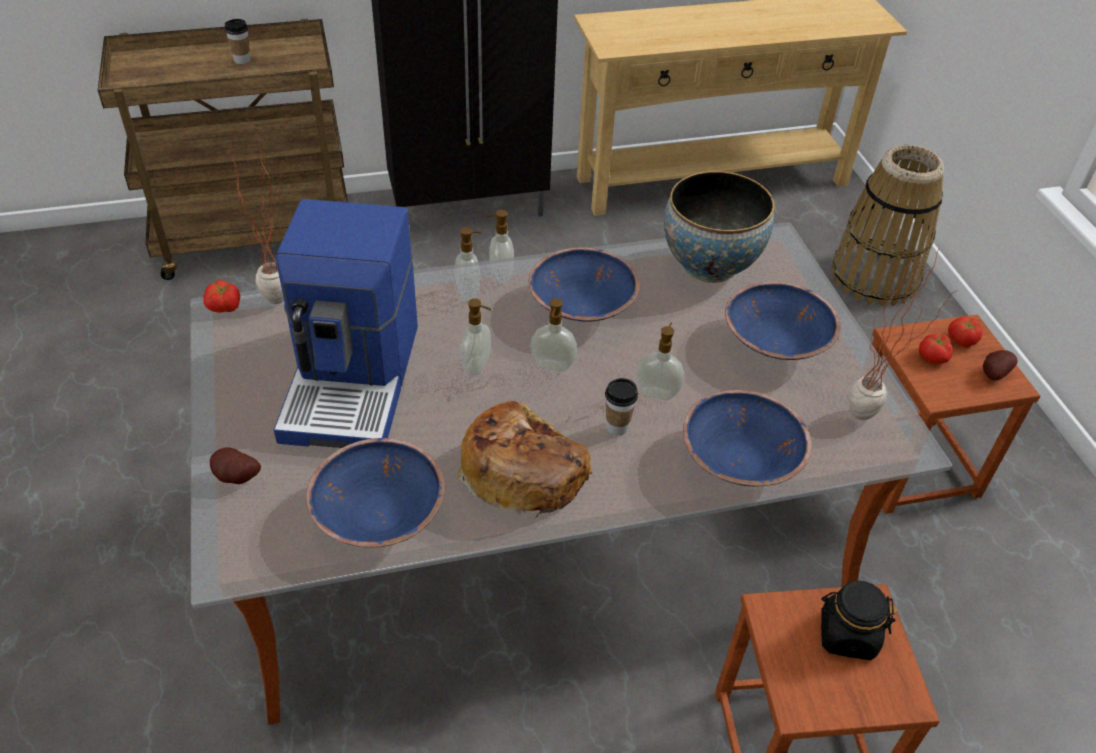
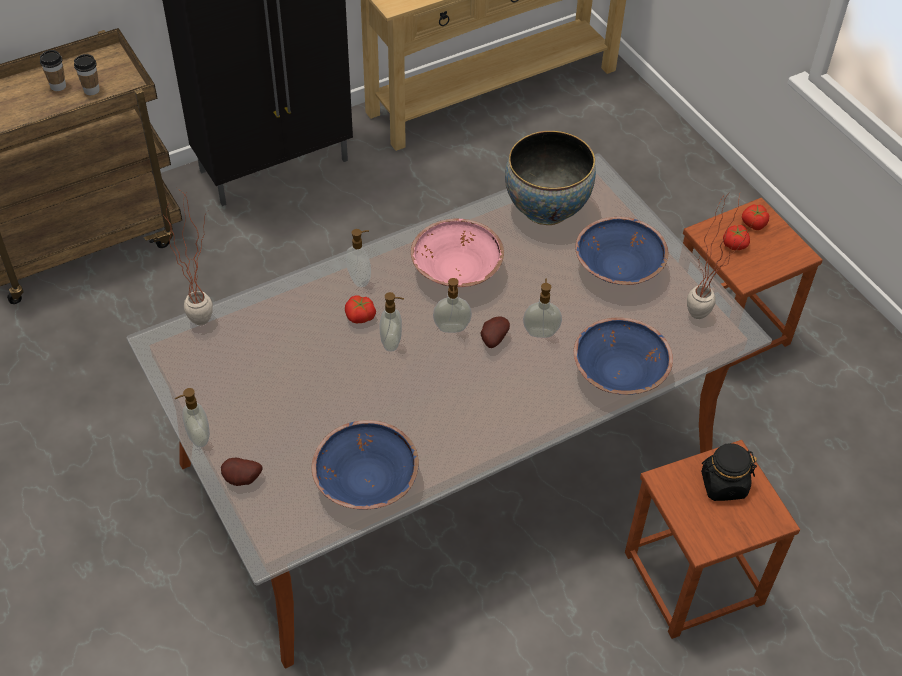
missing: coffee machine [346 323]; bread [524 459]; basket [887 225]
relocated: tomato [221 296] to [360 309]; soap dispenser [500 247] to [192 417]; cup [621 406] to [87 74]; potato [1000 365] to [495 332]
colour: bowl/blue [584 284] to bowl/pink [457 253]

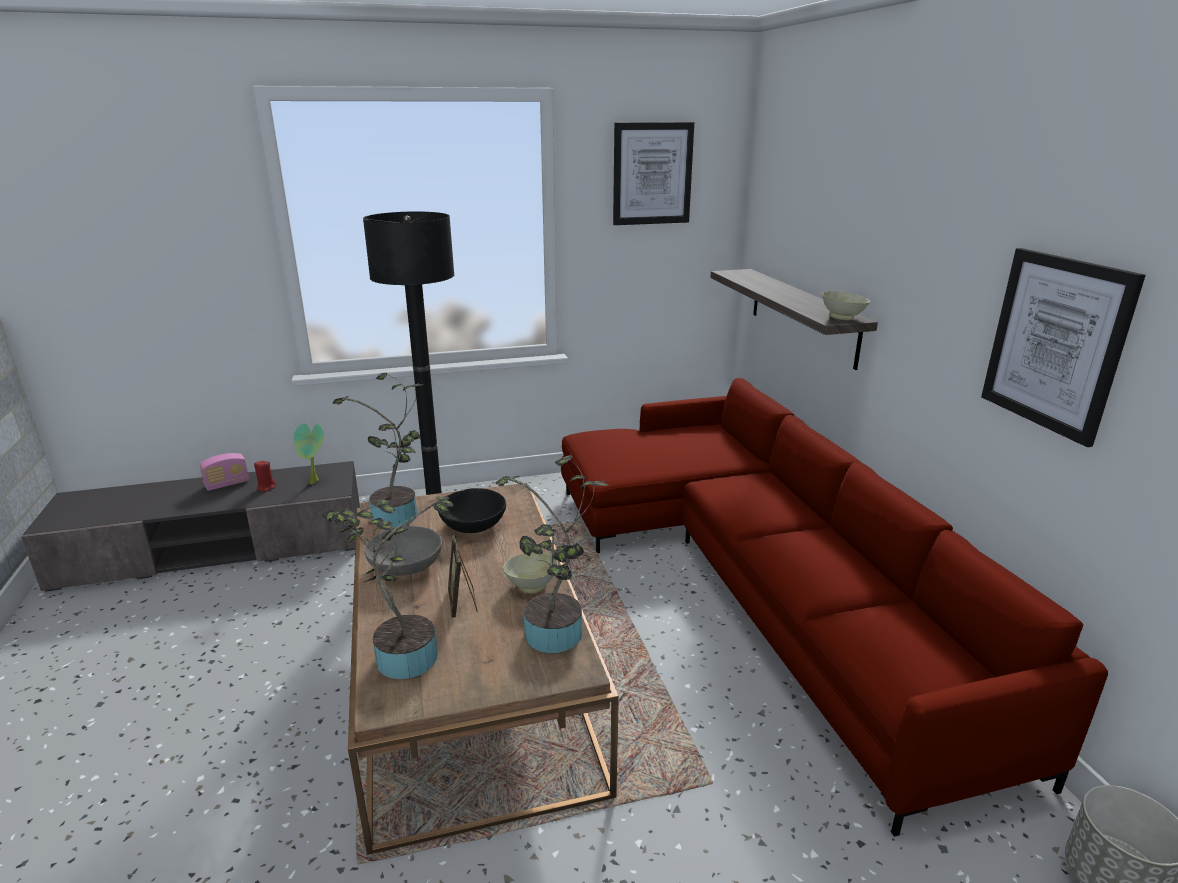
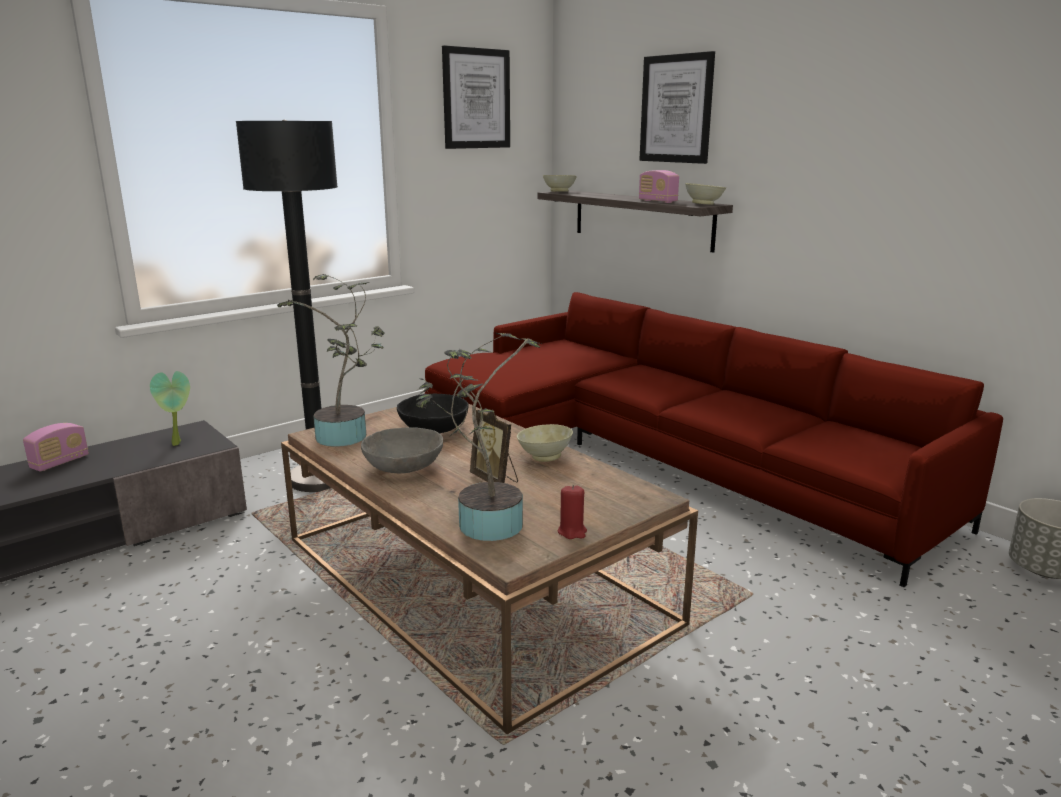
missing: potted plant [552 554]
appeared: bowl/beige [560 183]; radio [659 186]
relocated: candle/red [265 476] to [572 512]; picture [1063 347] to [677 107]

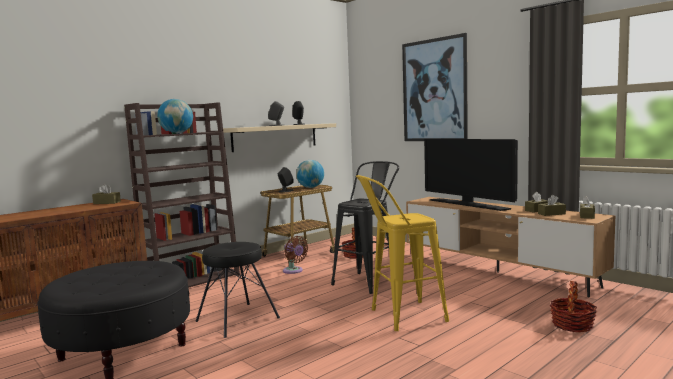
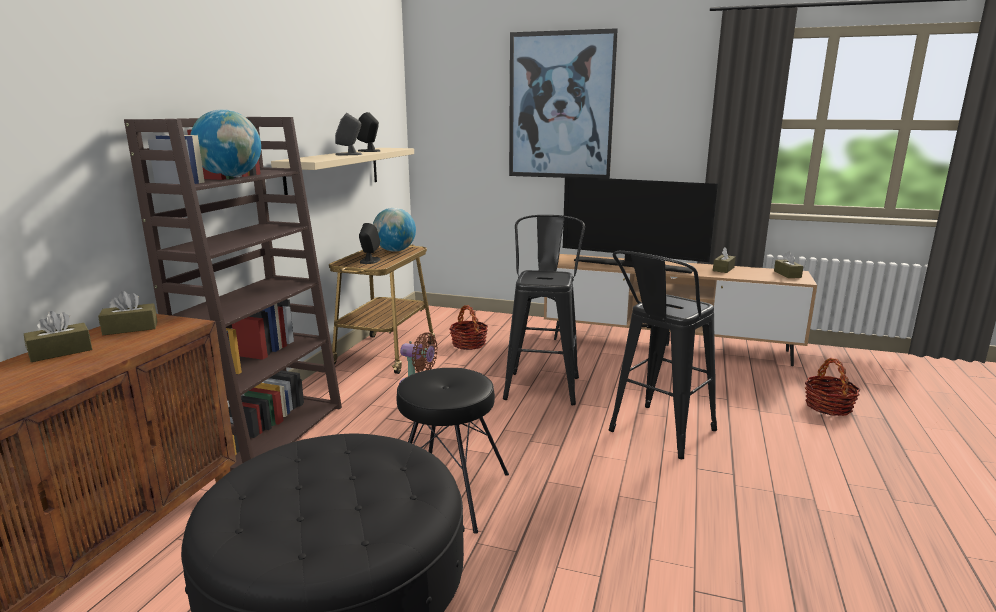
relocated: tissue box/brown [552 205] to [58 336]
colour: stool/yellow [402 253] to stool/black [663 355]

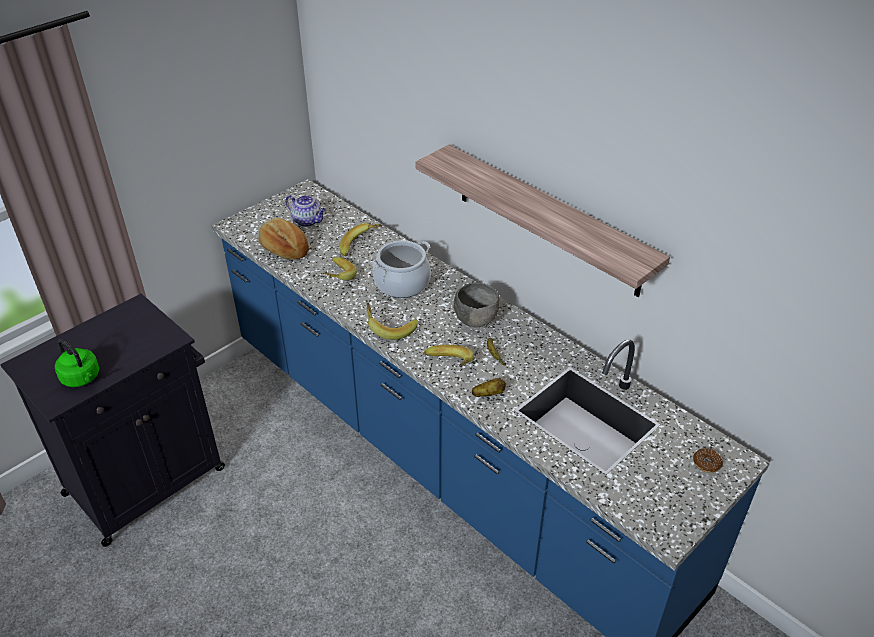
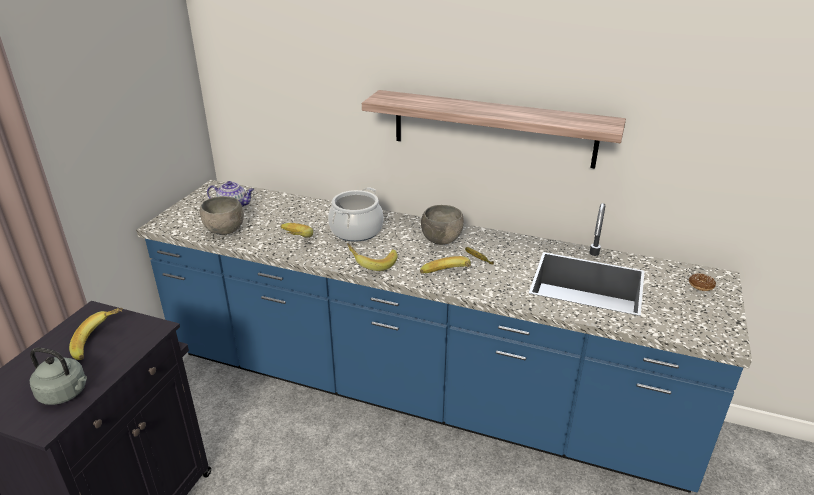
missing: potato [489 387]
relocated: banana [360 239] to [96 334]
exchanged: bread [283 239] to bowl/grey [222 215]
colour: kettle/green [77 363] to kettle/grey [58 376]

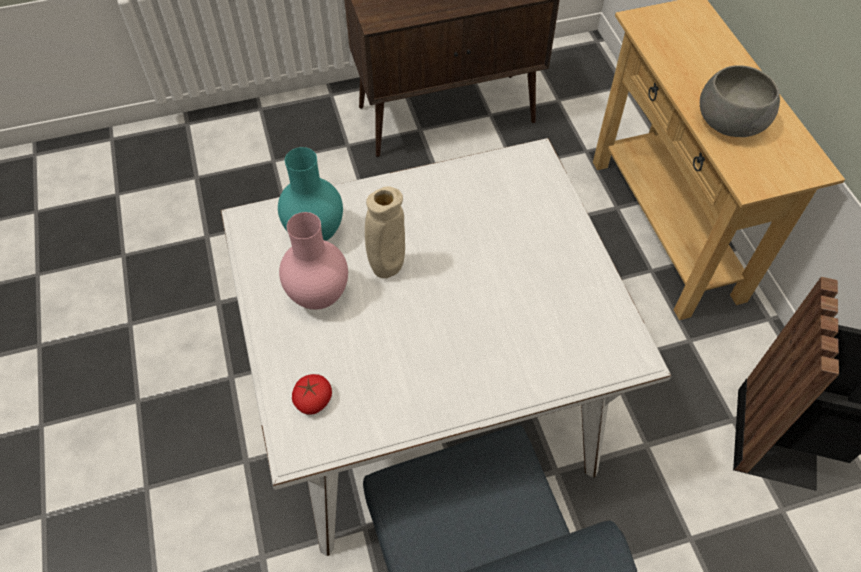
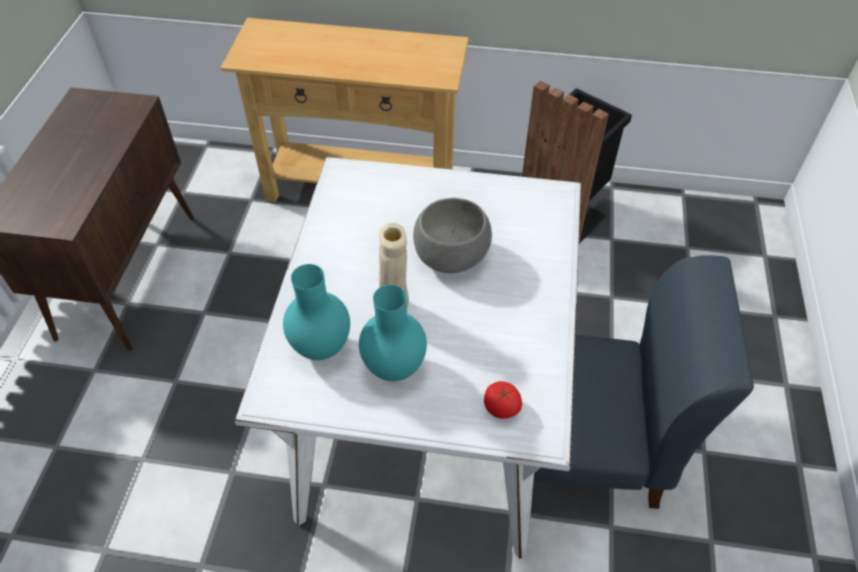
relocated: bowl/grey [740 101] to [452 235]
colour: vase/pink [313 261] to vase/turquoise [393 333]

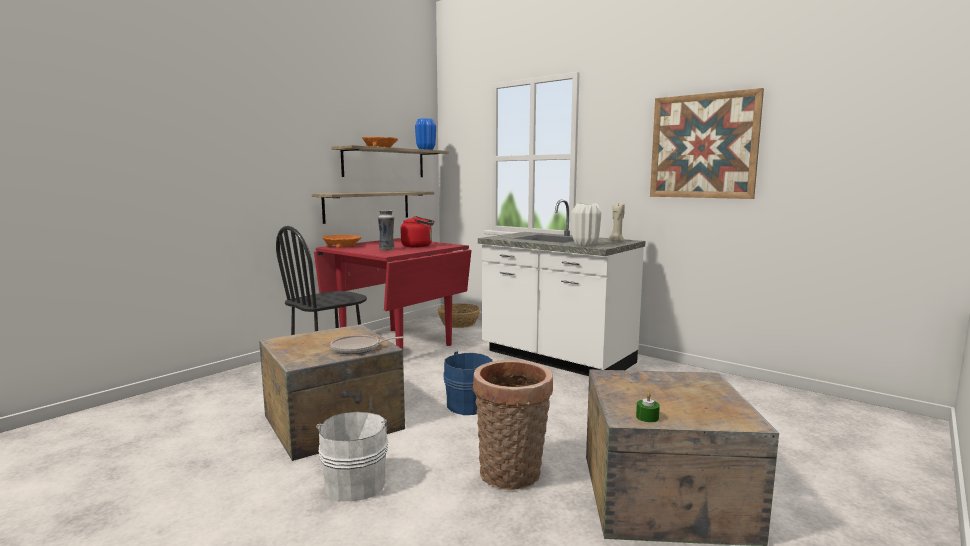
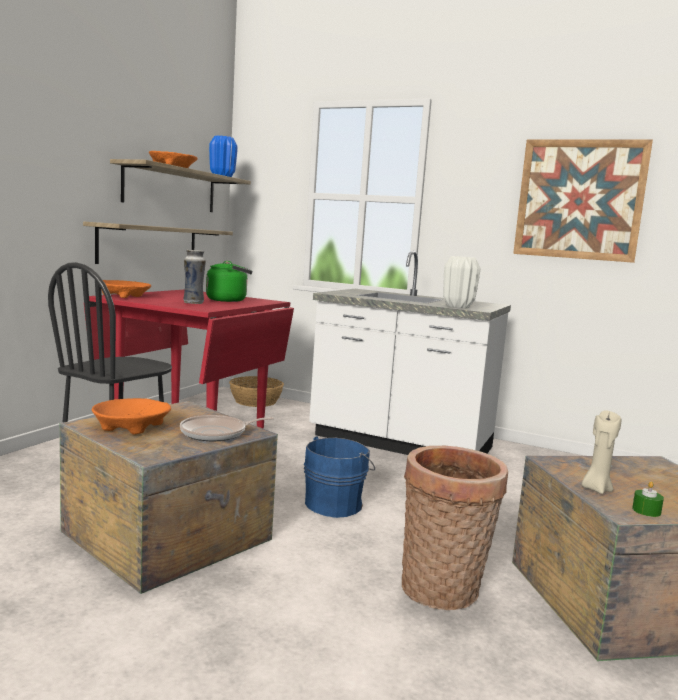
missing: bucket/white [353 456]
appeared: bowl/orange [131 416]
relocated: candle/beige [617 222] to [601 452]
colour: kettle/red [417 231] to kettle/green [229 281]

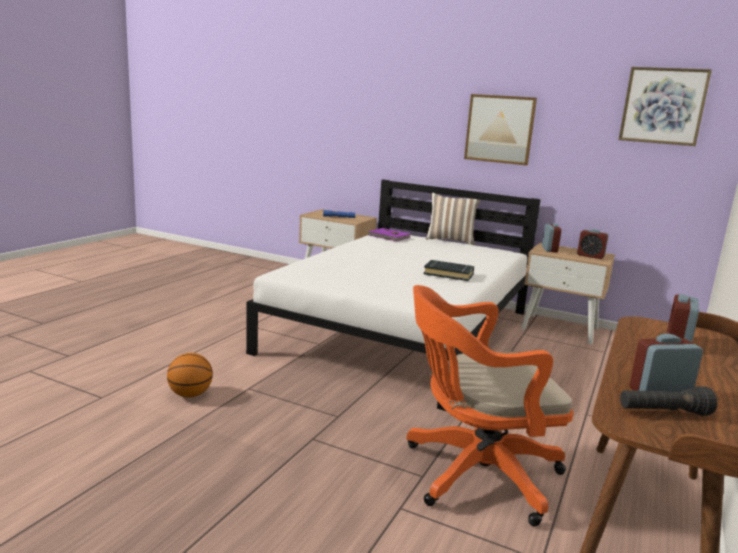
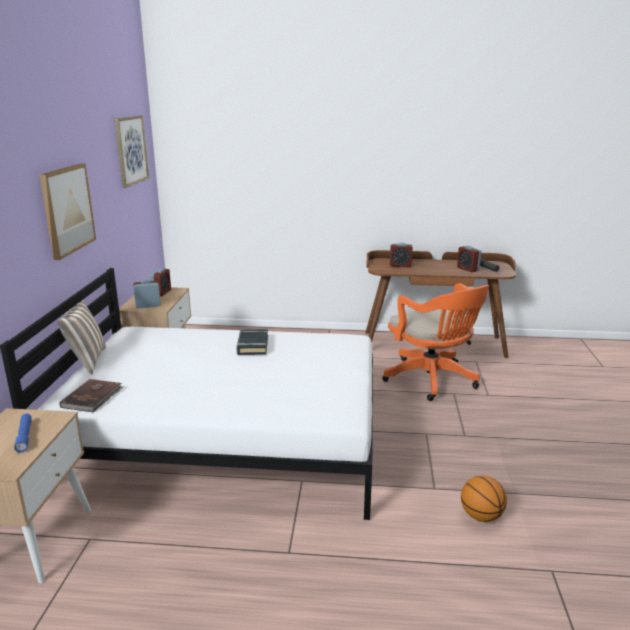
colour: book/purple [389 235] to book/brown [91 395]

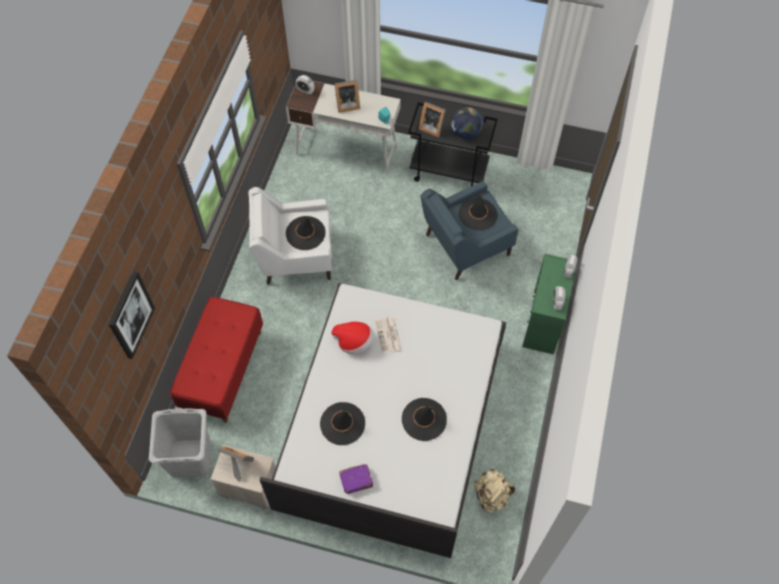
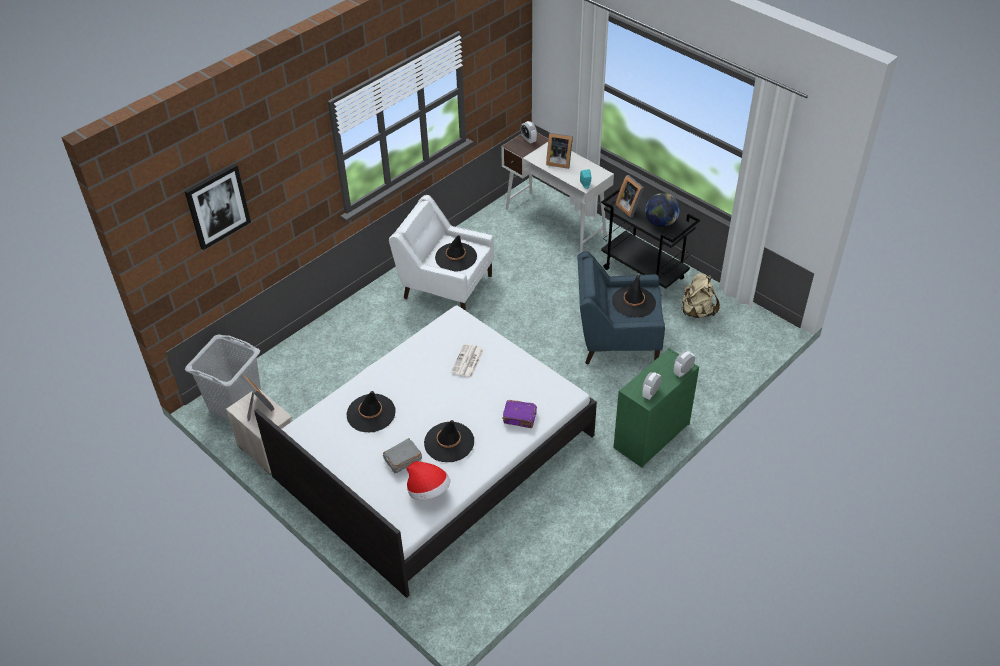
missing: bench/red [216 360]
appeared: book/grey [402 455]
relocated: hat [352 338] to [428 480]; book/purple [356 479] to [519 414]; backpack/beige [494 491] to [700 295]

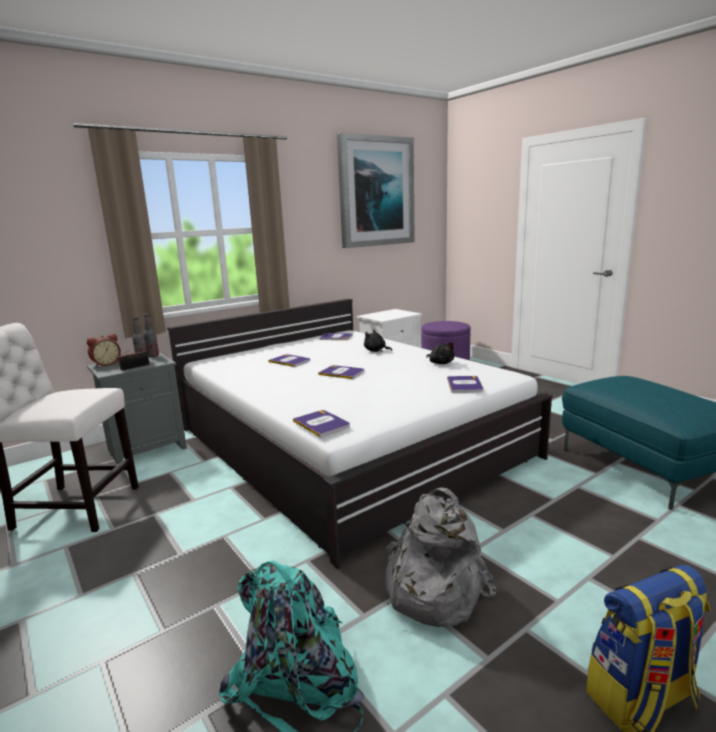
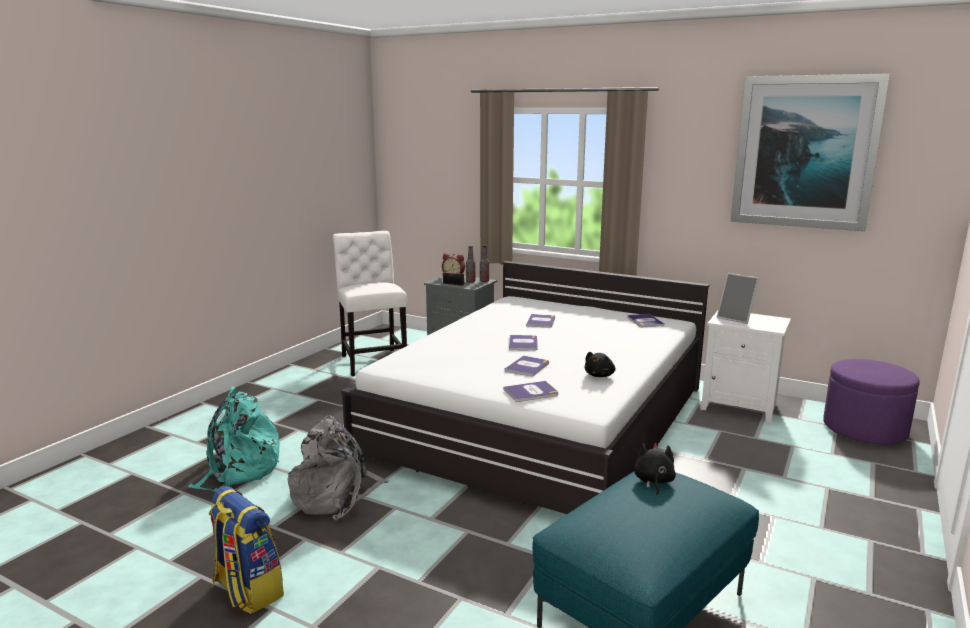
appeared: picture frame [738 298]
relocated: book [321 424] to [526 365]; plush toy/black [378 340] to [655 469]

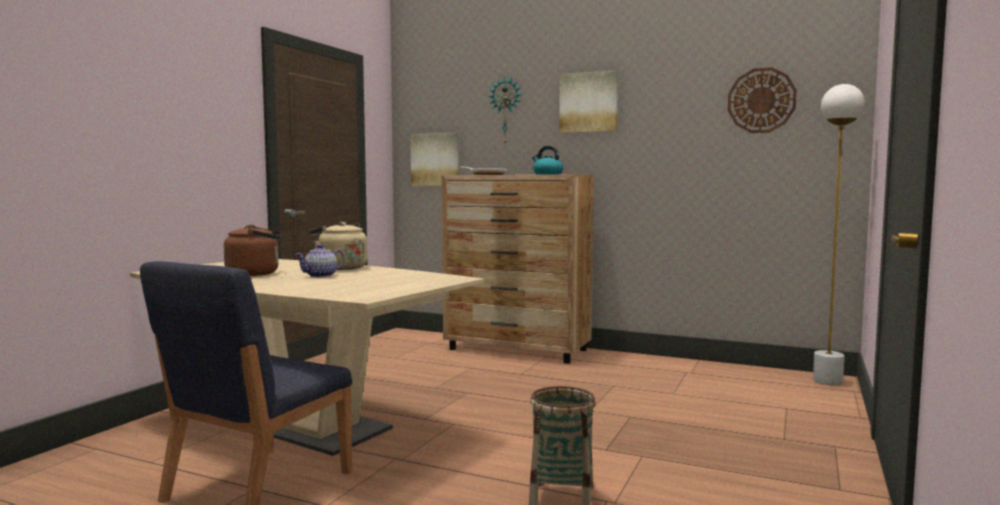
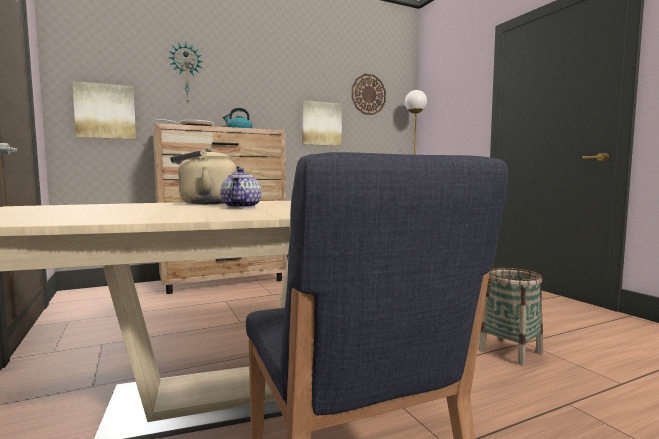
missing: kettle/brown [253 250]
relocated: picture [588 101] to [322 123]

